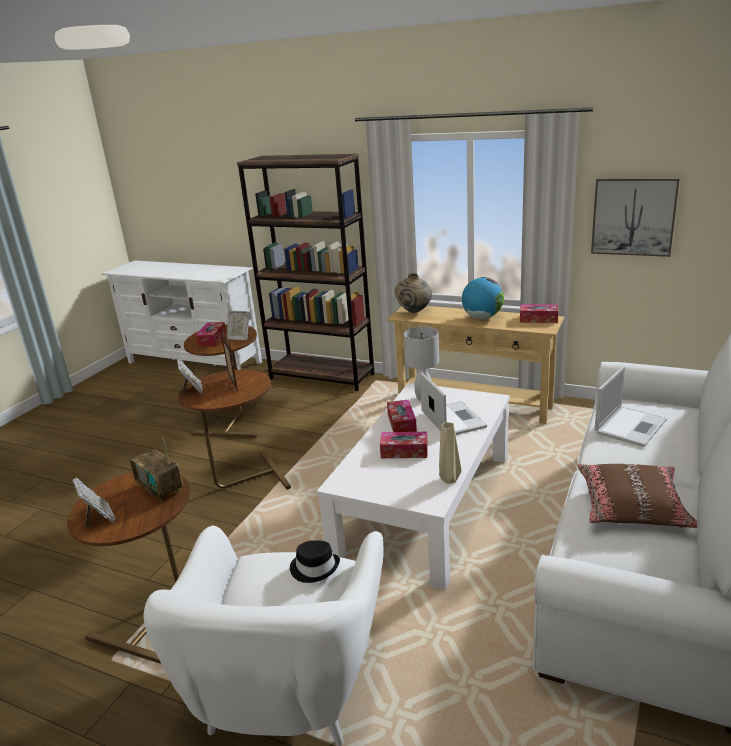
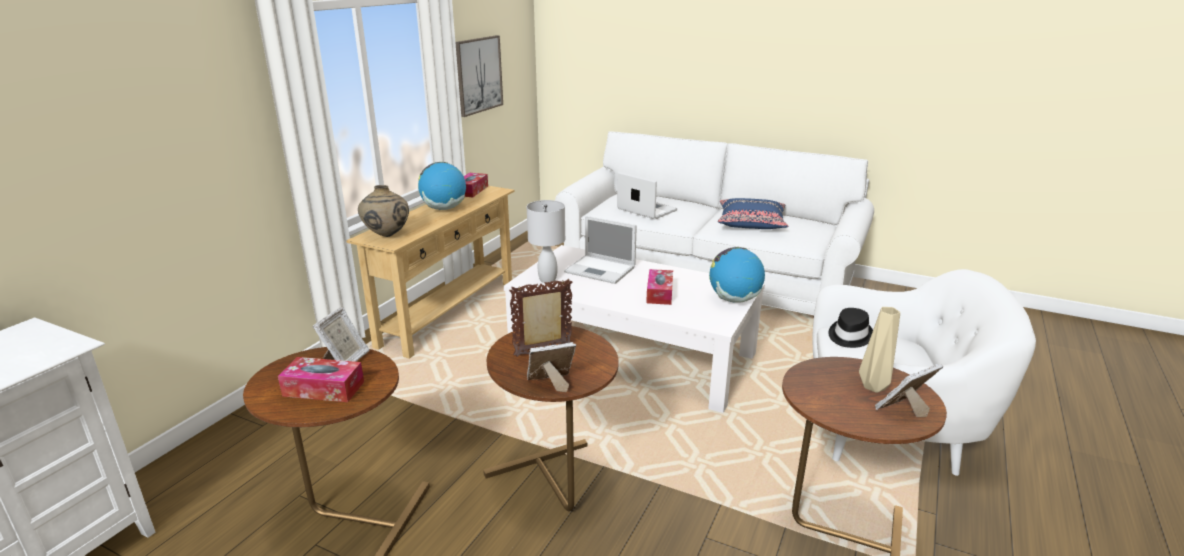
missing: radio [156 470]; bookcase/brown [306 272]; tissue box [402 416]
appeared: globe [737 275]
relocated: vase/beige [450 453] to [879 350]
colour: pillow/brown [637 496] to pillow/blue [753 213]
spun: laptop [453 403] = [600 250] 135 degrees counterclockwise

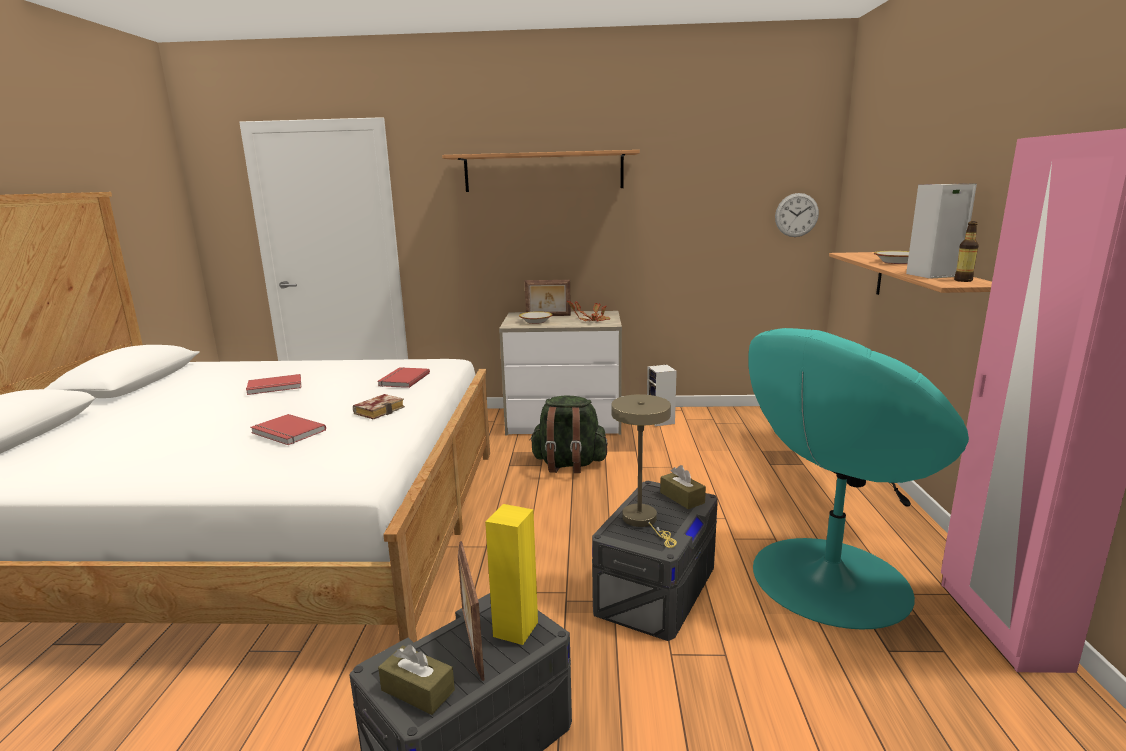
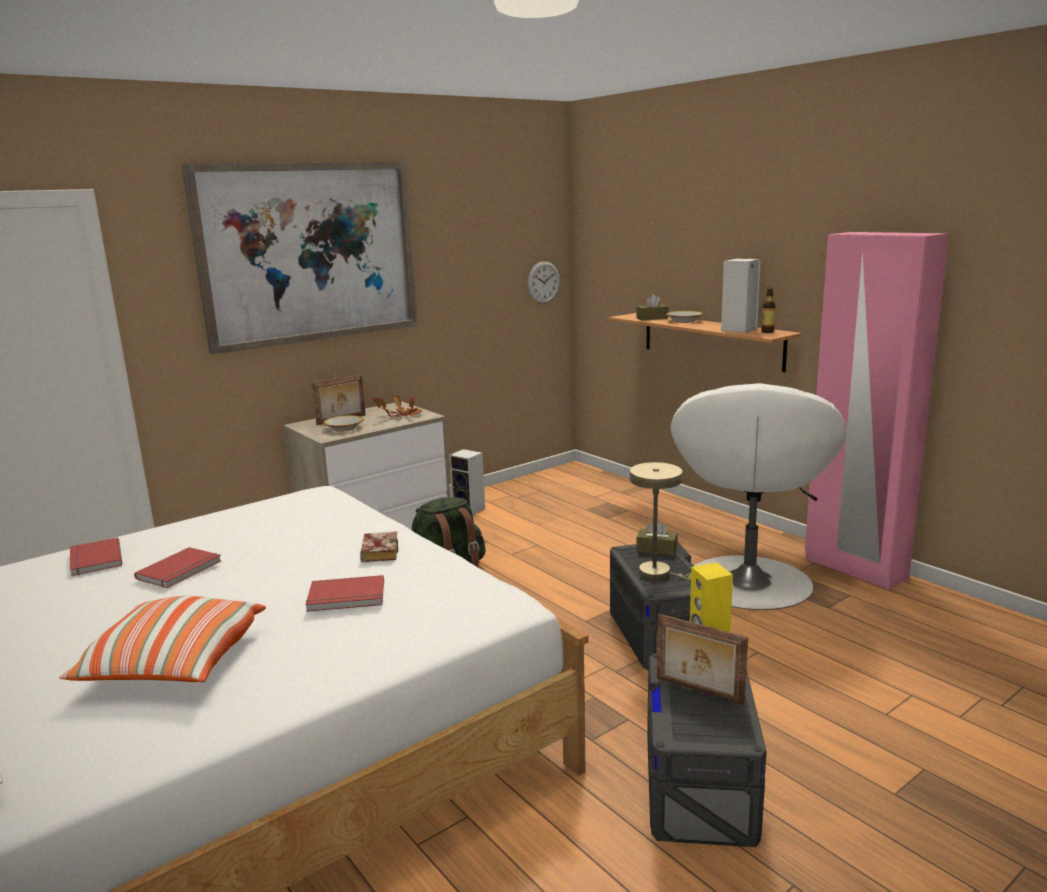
appeared: pillow [162 639]
relocated: book/red [403 377] to [96 556]; tissue box/brown [416 680] to [652 307]
exchanged: shelf [541 171] to picture [299 258]
colour: armchair/turquoise [858 478] to armchair/white [758 496]

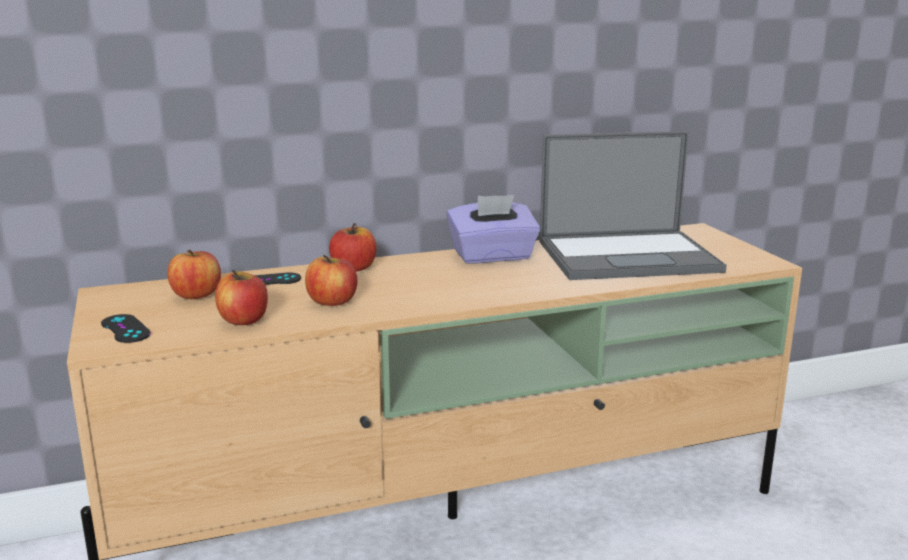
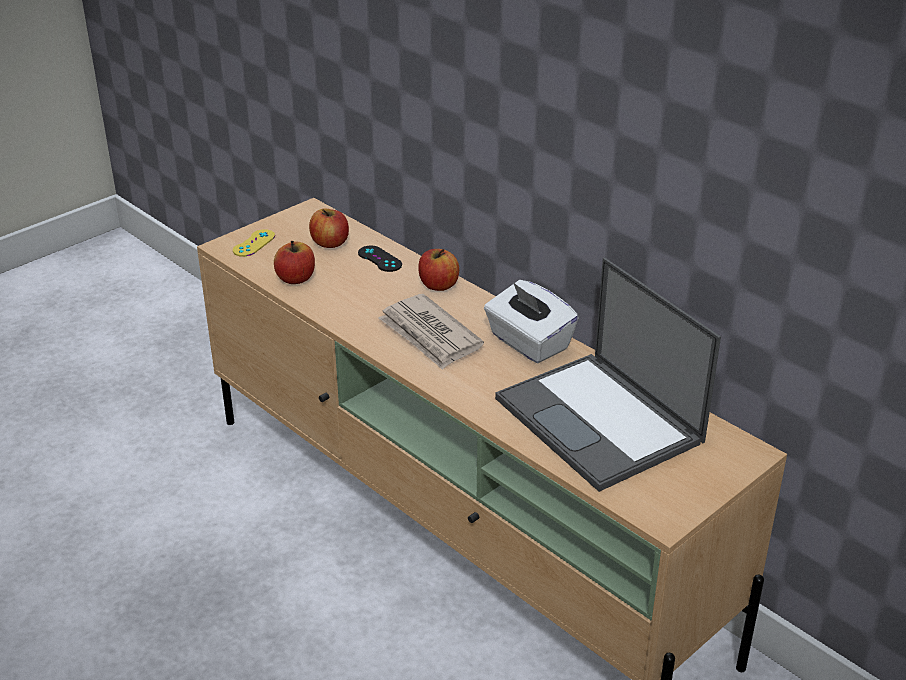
missing: apple [331 280]
appeared: newspaper [431 332]
colour: game controller/black [126 328] to game controller/yellow [254 243]; tissue box/purple [493 229] to tissue box/white [531 321]

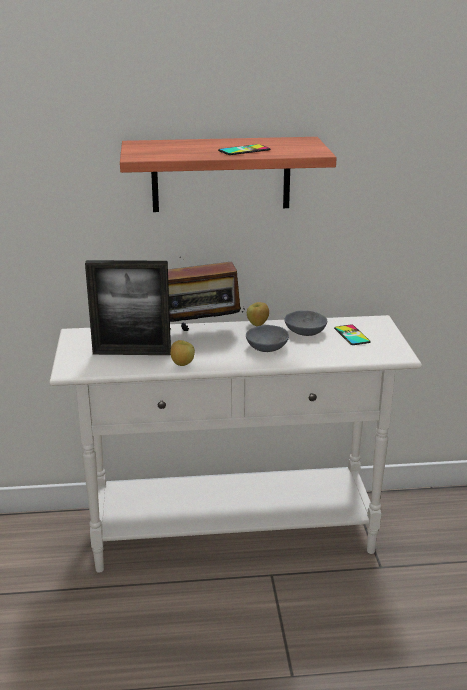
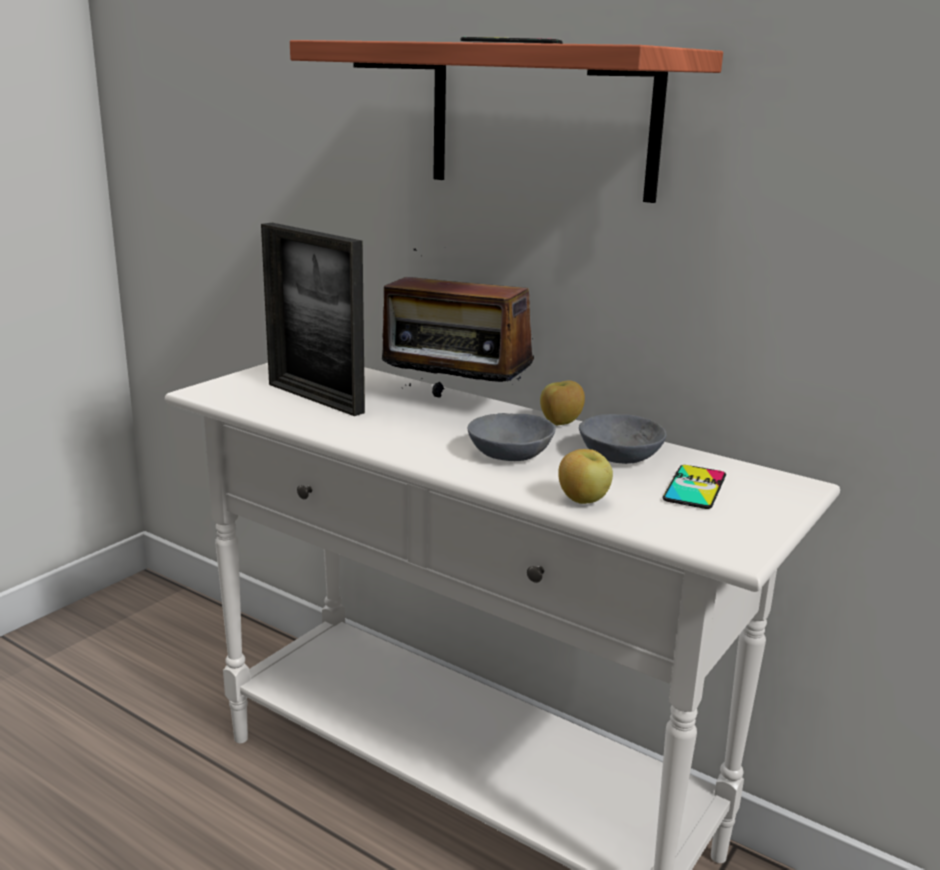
relocated: apple [182 353] to [585 476]

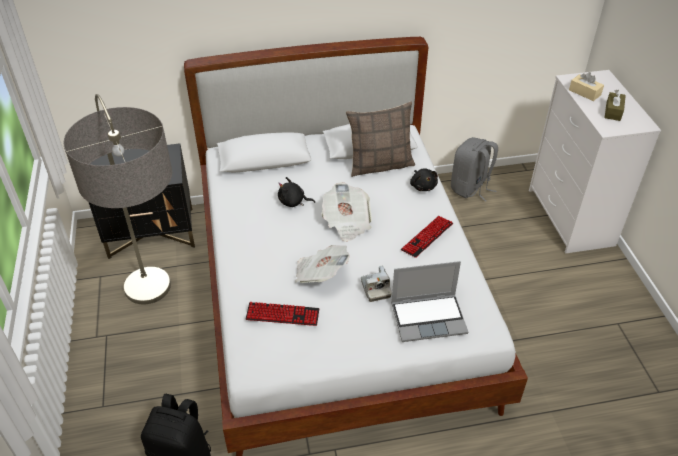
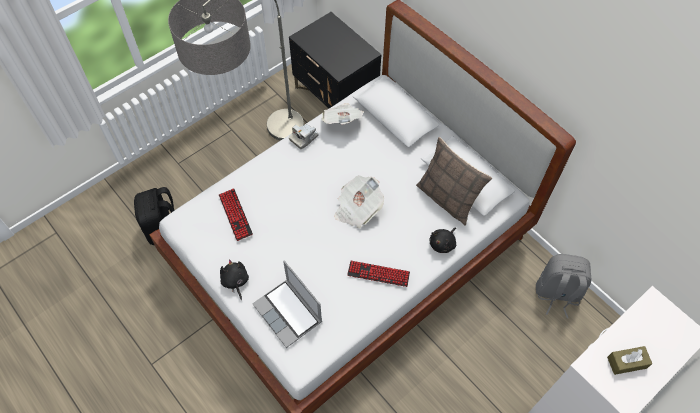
missing: tissue box/beige [586 86]
relocated: plush toy/black [296 192] to [234 279]; newspaper [322 264] to [342 114]; photo camera [376 284] to [304 136]

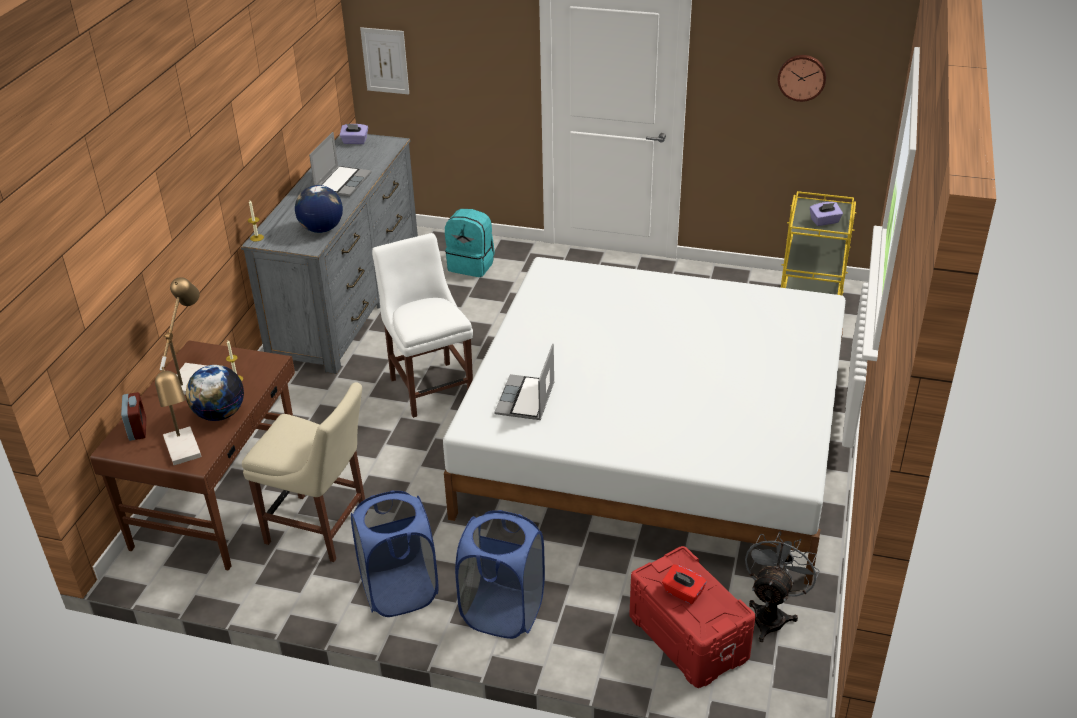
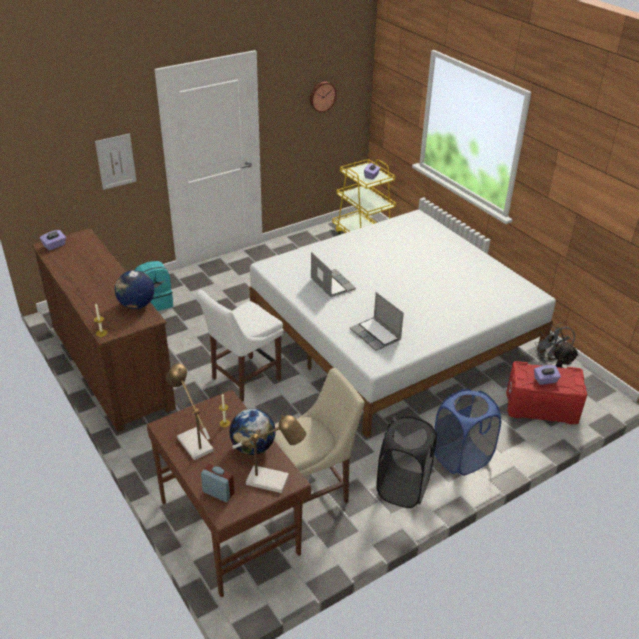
relocated: laptop [340 164] to [333 274]; picture [384 61] to [115 161]
colour: dresser/grey [329 254] to dresser/brown [104 330]; laundry basket/blue [395 553] to laundry basket/black [406 462]; tissue box/red [684 584] to tissue box/purple [547 375]
spun: chair/white [422 325] = [240 346] 60 degrees counterclockwise

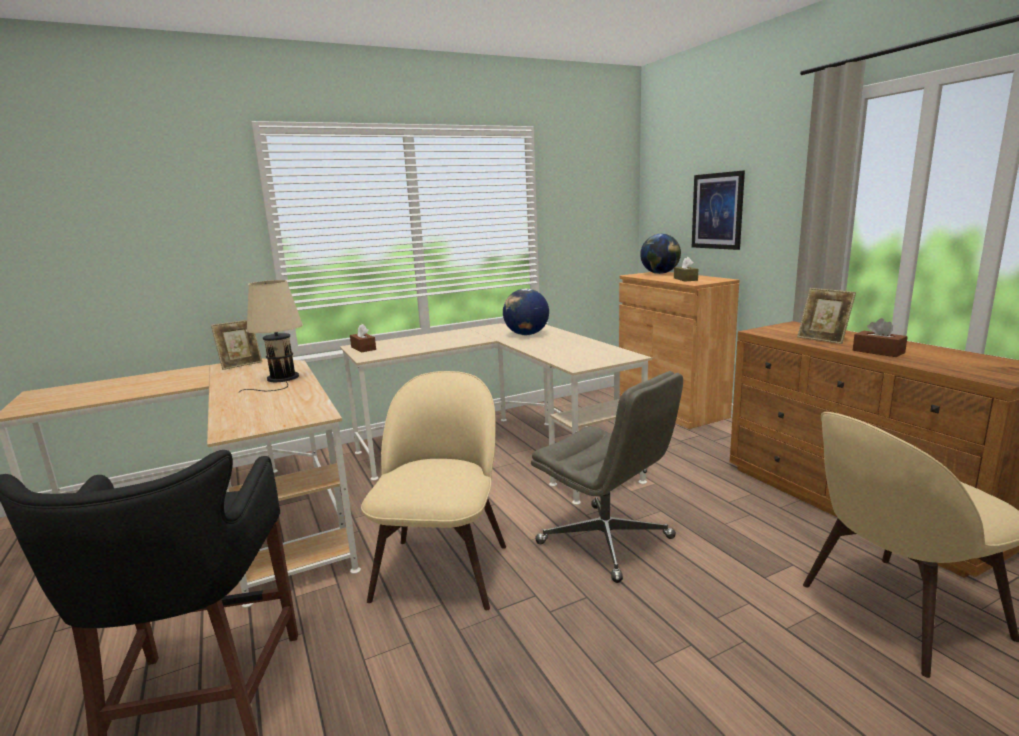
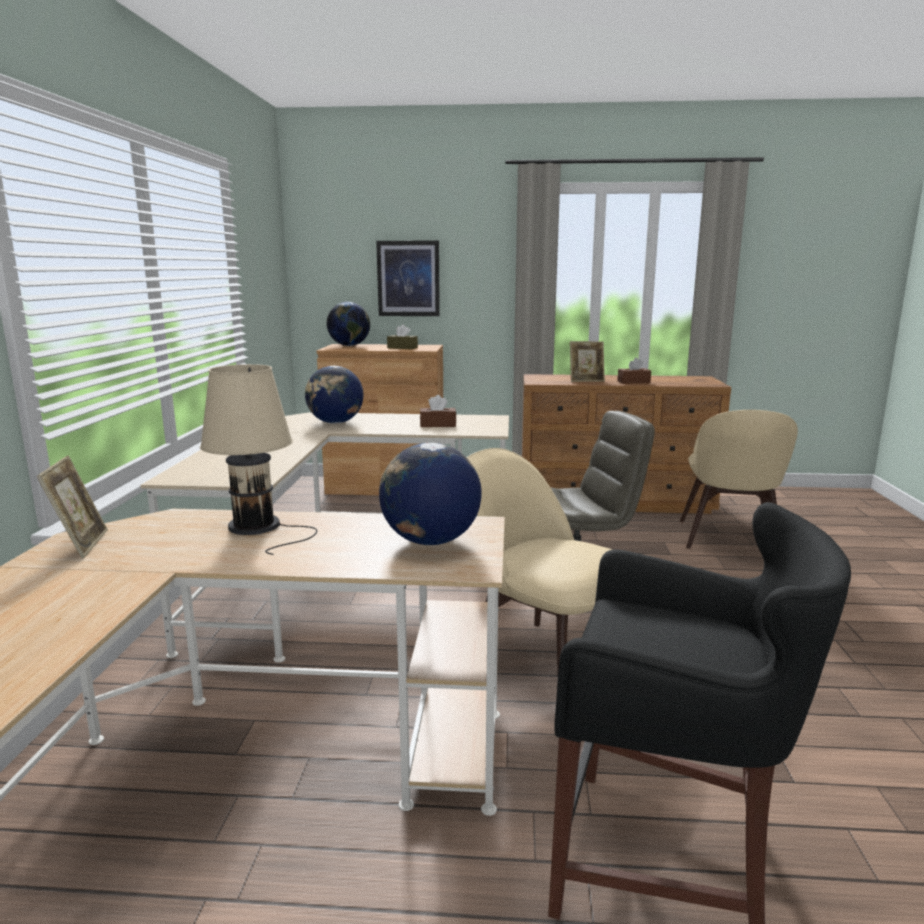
appeared: globe [430 494]
relocated: tissue box/brown [363 338] to [438 411]

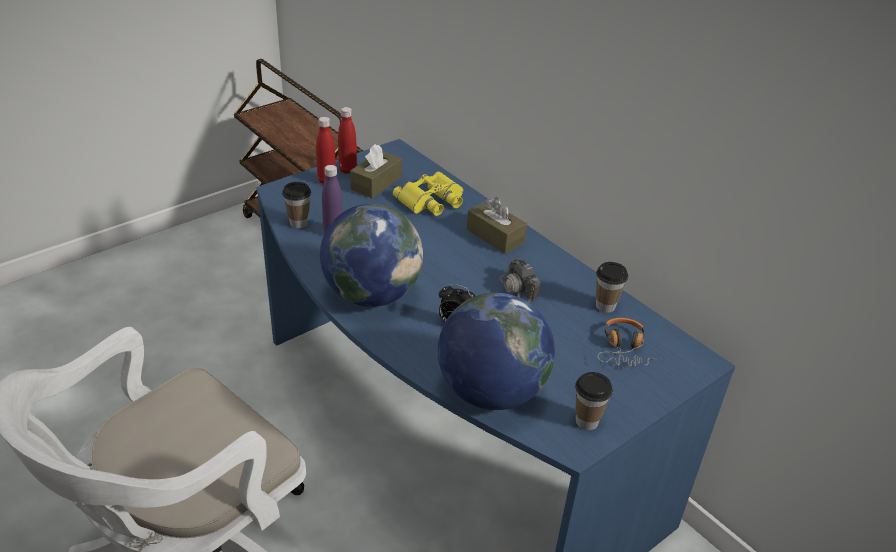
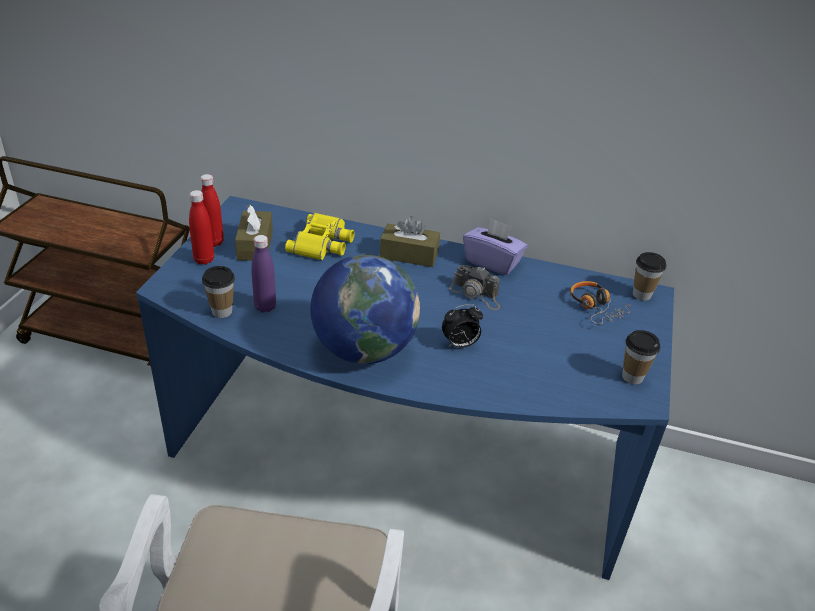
missing: globe [496 351]
appeared: tissue box/purple [495 246]
relocated: cup [612 287] to [649 276]

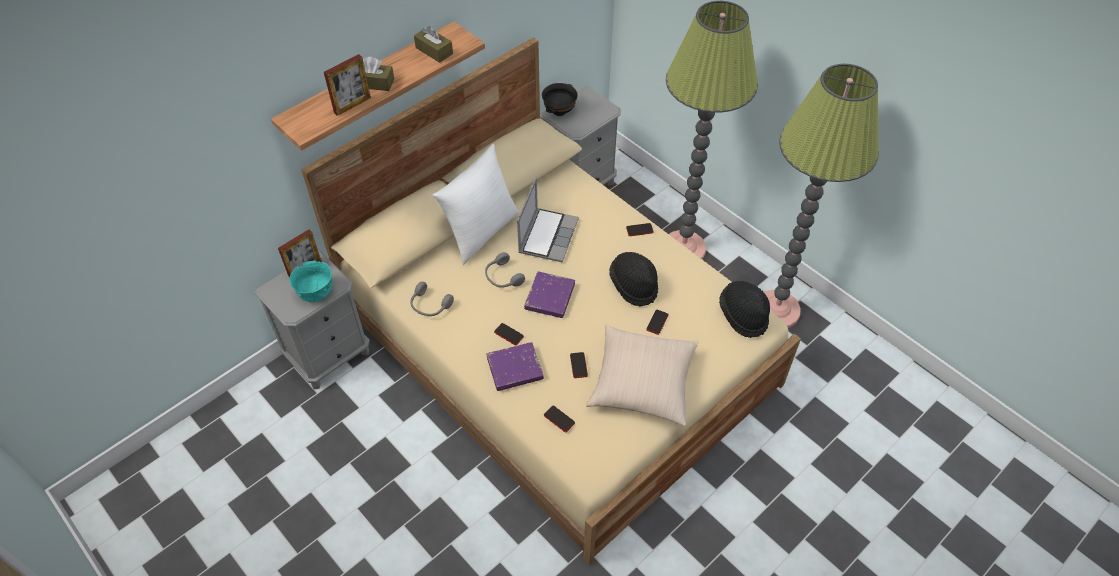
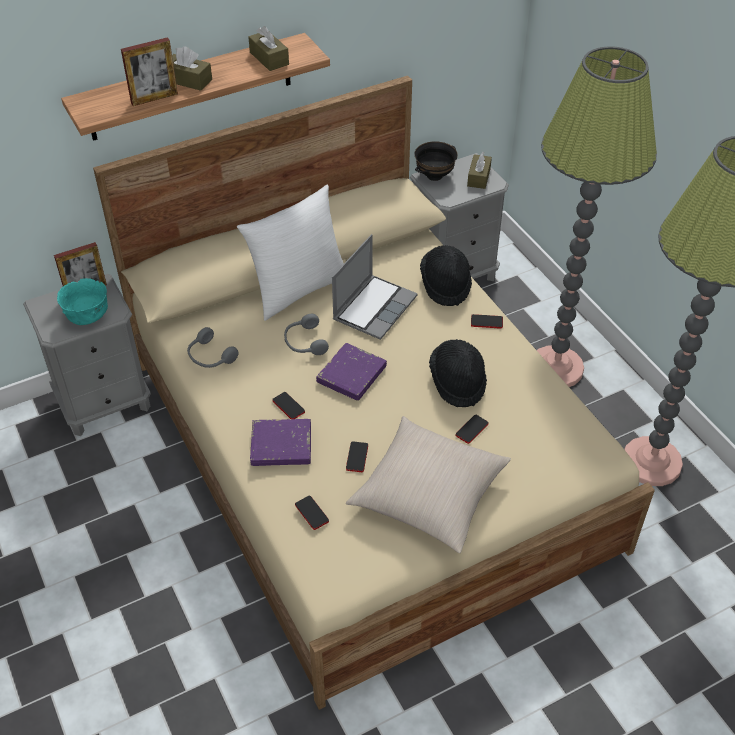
appeared: tissue box/brown [479 170]
relocated: hat/black [744 309] to [446 275]

